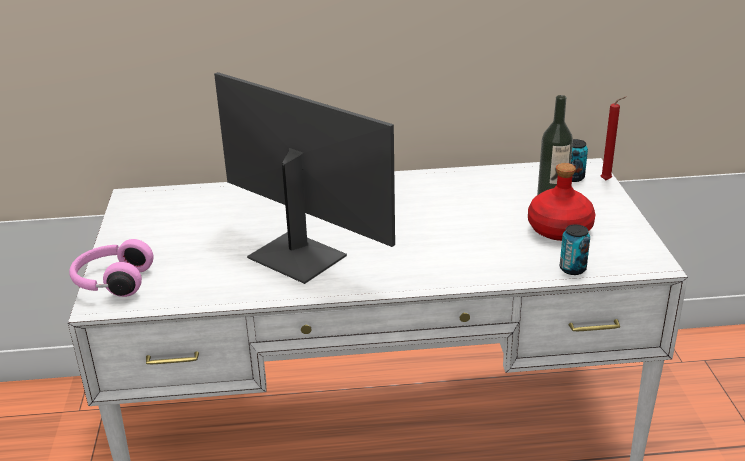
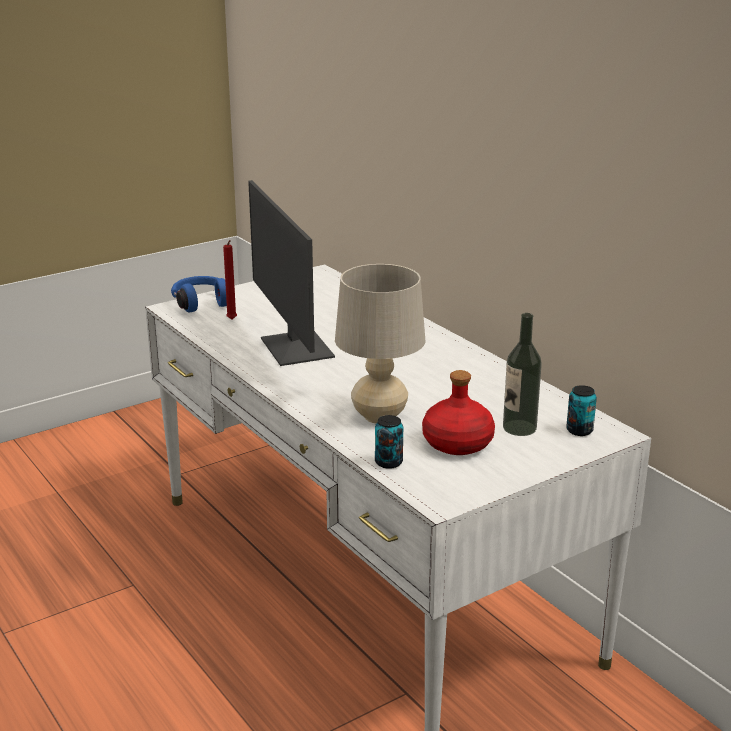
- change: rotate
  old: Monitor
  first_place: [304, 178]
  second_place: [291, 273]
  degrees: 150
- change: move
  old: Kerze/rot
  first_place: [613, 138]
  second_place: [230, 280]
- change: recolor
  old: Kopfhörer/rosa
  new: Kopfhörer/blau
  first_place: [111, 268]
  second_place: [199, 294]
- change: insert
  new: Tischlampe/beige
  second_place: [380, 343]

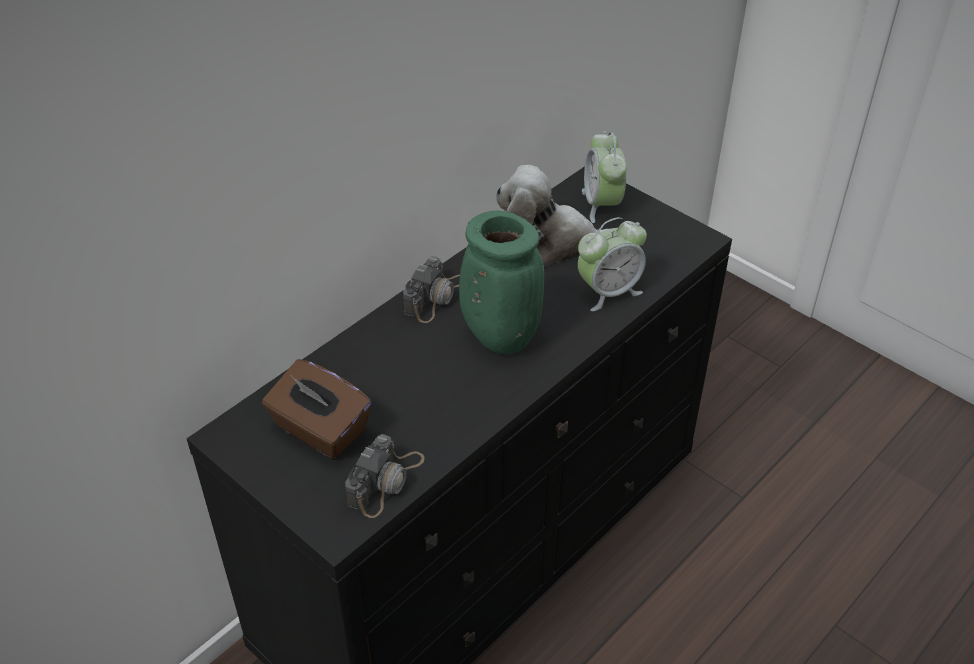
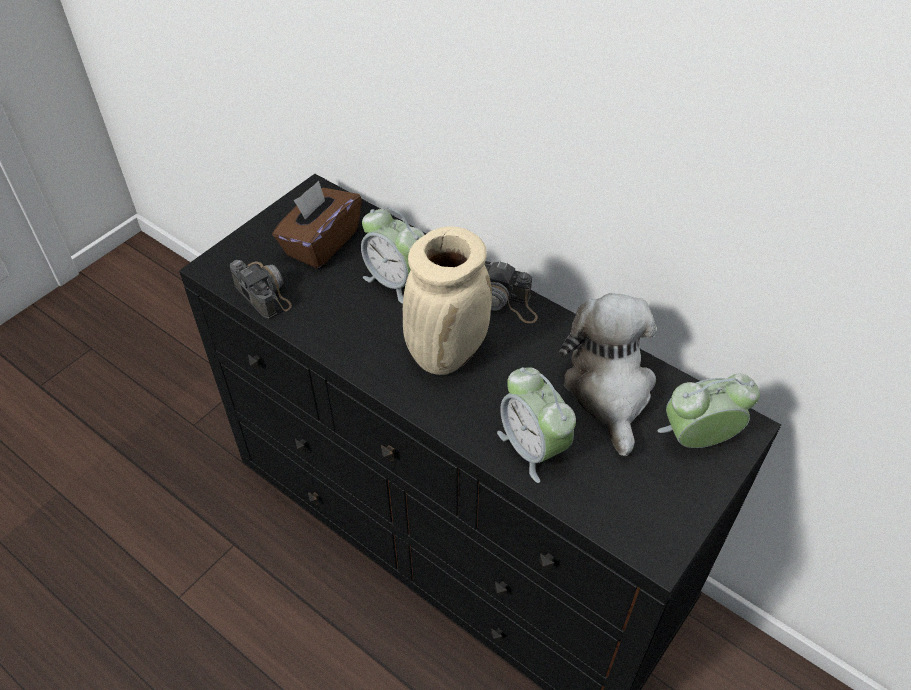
- change: recolor
  old: Vase/grün
  new: Vase/beige
  first_place: [501, 282]
  second_place: [447, 301]
- change: rotate
  old: Kamera
  first_place: [385, 476]
  second_place: [261, 289]
  degrees: -150
- change: insert
  new: Wecker
  second_place: [393, 255]

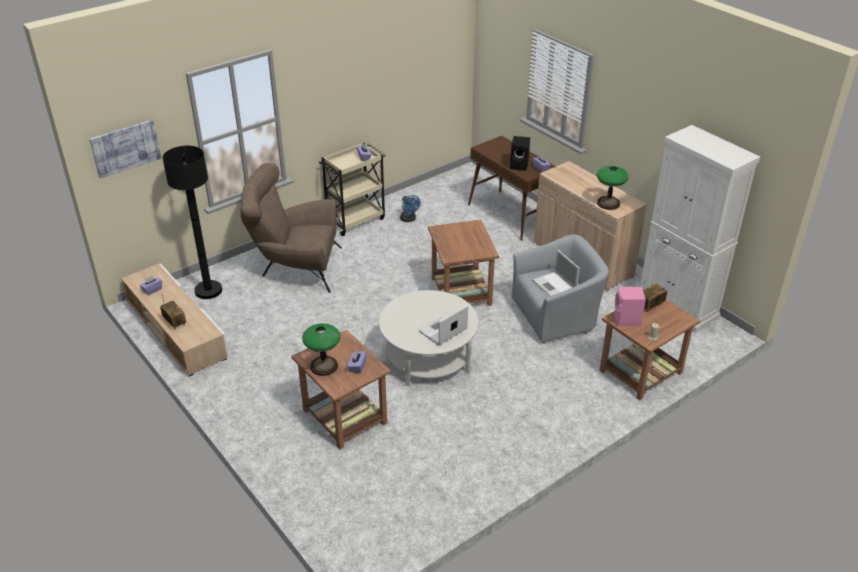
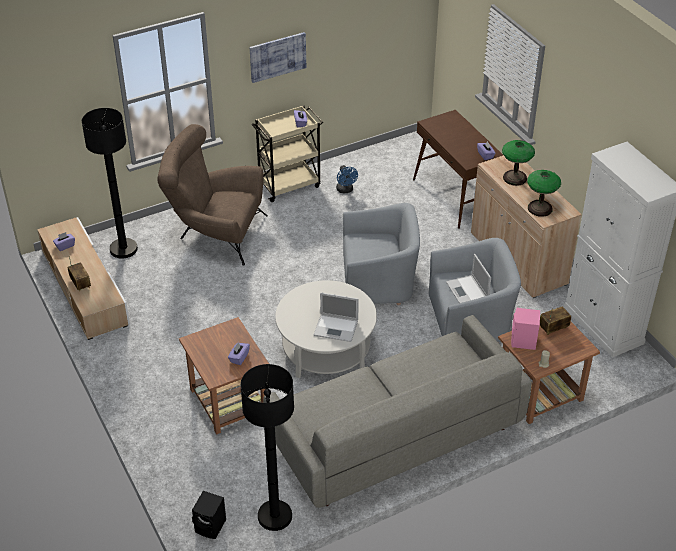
- change: move
  old: Bild
  first_place: [125, 149]
  second_place: [278, 57]
- change: move
  old: Lautsprecher/schwarz
  first_place: [520, 153]
  second_place: [209, 515]
- change: replace
  old: Beistelltisch/braun
  new: Sessel/grau
  first_place: [463, 263]
  second_place: [381, 254]
- change: rotate
  old: Laptop
  first_place: [443, 325]
  second_place: [336, 317]
  degrees: -135
- change: move
  old: Tischlampe
  first_place: [321, 349]
  second_place: [518, 163]
- change: insert
  new: Sofa/grau
  second_place: [397, 411]
- change: insert
  new: Stehlampe/schwarz
  second_place: [267, 447]

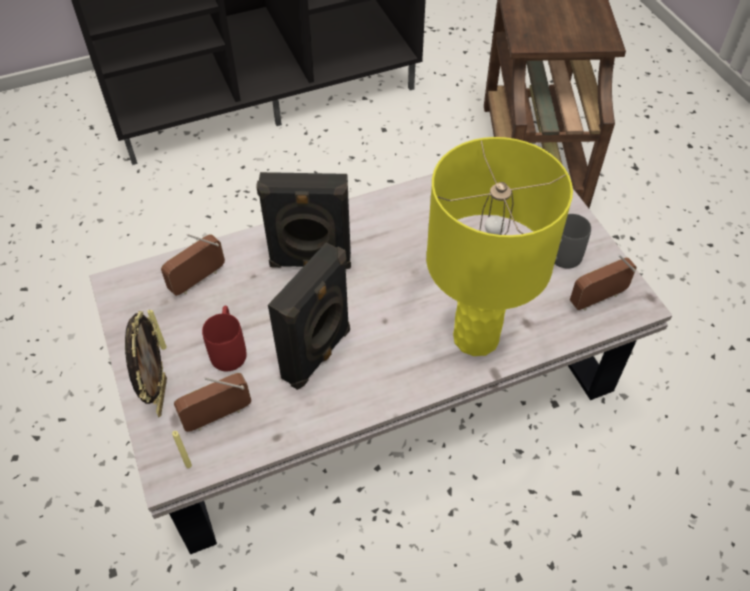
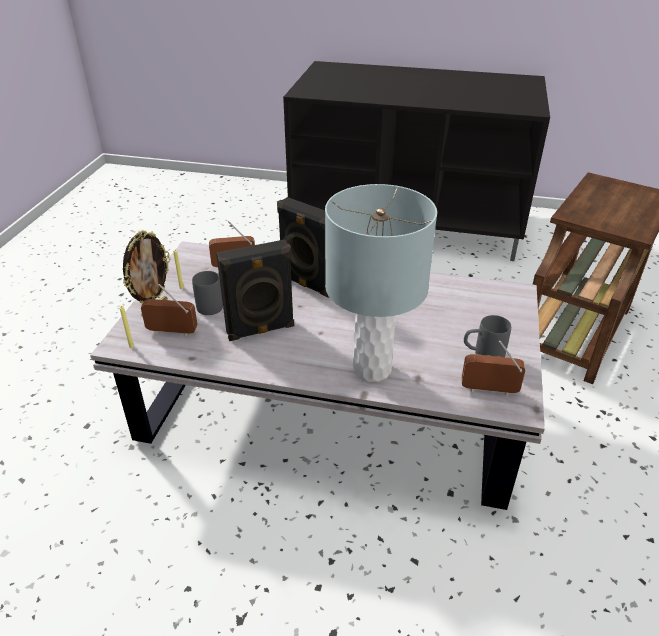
- change: recolor
  old: Tischlampe/gelb
  new: Tischlampe/grau
  first_place: [499, 246]
  second_place: [381, 283]
- change: recolor
  old: Henkelbecher/rot
  new: Henkelbecher/grau
  first_place: [224, 338]
  second_place: [207, 293]

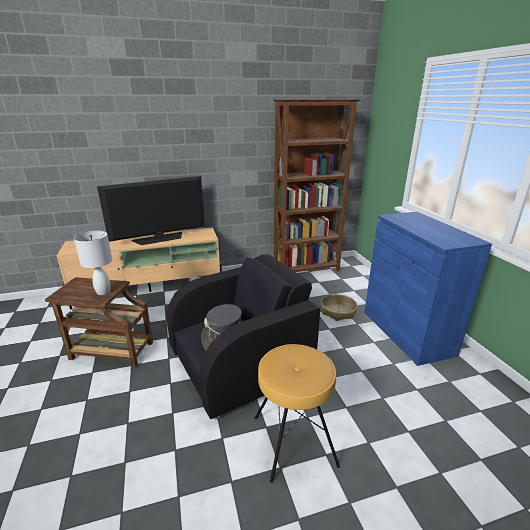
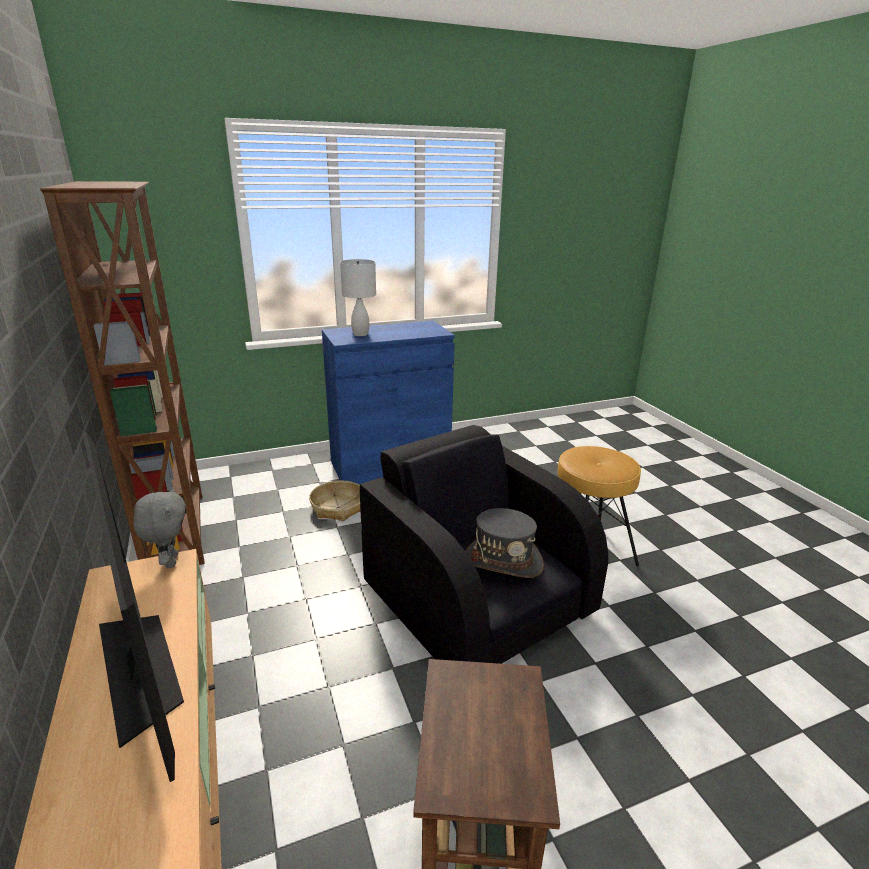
- change: move
  old: Tischlampe/weiß
  first_place: [93, 263]
  second_place: [358, 297]
- change: insert
  new: Plüschtier/grau
  second_place: [160, 527]

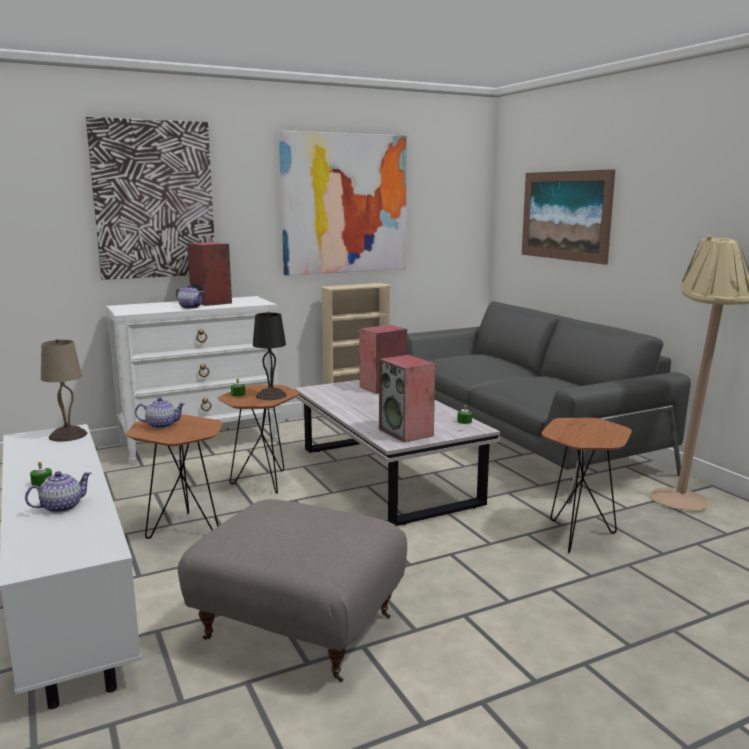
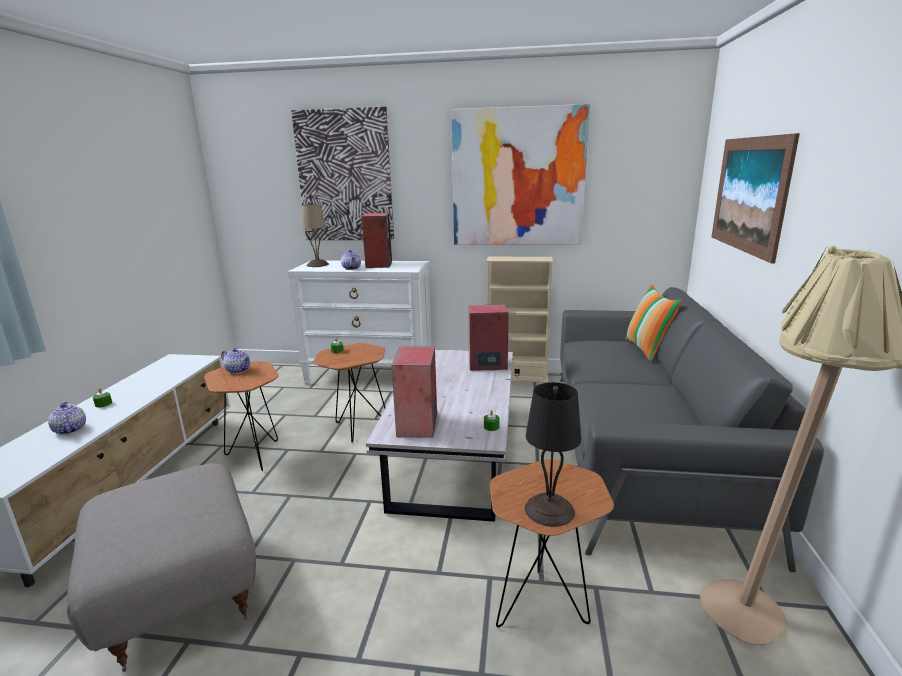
- change: move
  old: Tischlampe/schwarz
  first_place: [270, 355]
  second_place: [553, 454]
- change: move
  old: Tischlampe/beige
  first_place: [64, 390]
  second_place: [315, 235]
- change: rotate
  old: Teekanne
  first_place: [58, 492]
  second_place: [67, 418]
  degrees: -120
- change: insert
  new: Kissen
  second_place: [653, 323]

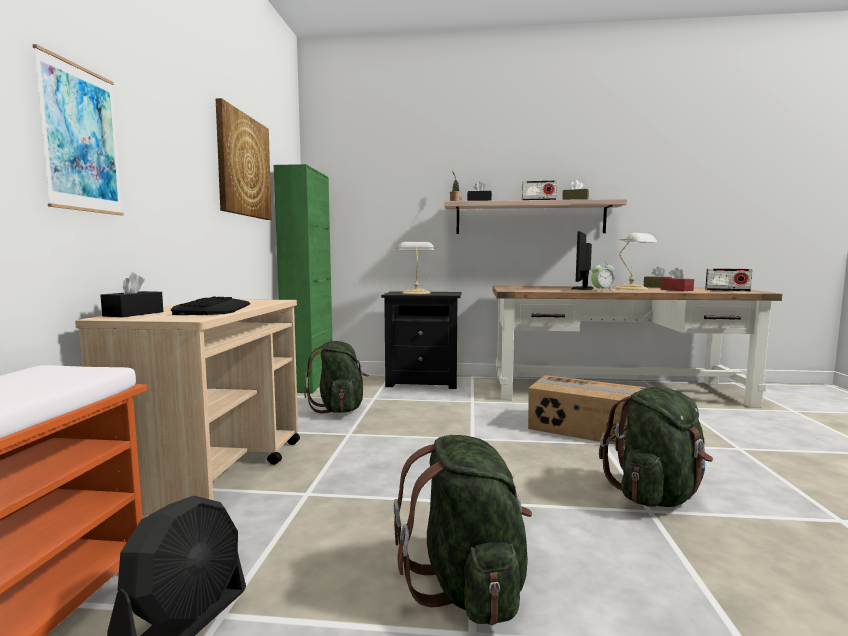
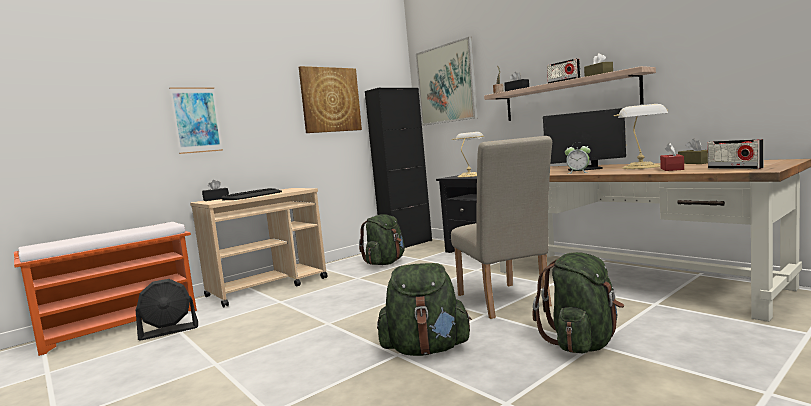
- change: recolor
  old: Schrank/grün
  new: Schrank/schwarz
  first_place: [303, 278]
  second_place: [398, 168]
- change: rotate
  old: Monitor
  first_place: [582, 260]
  second_place: [584, 139]
  degrees: -150
- change: replace
  old: Karton
  new: Stuhl/beige
  first_place: [587, 410]
  second_place: [501, 227]
- change: move
  old: Rucksack/grün
  first_place: [463, 530]
  second_place: [578, 302]
- change: insert
  new: Bild
  second_place: [447, 81]

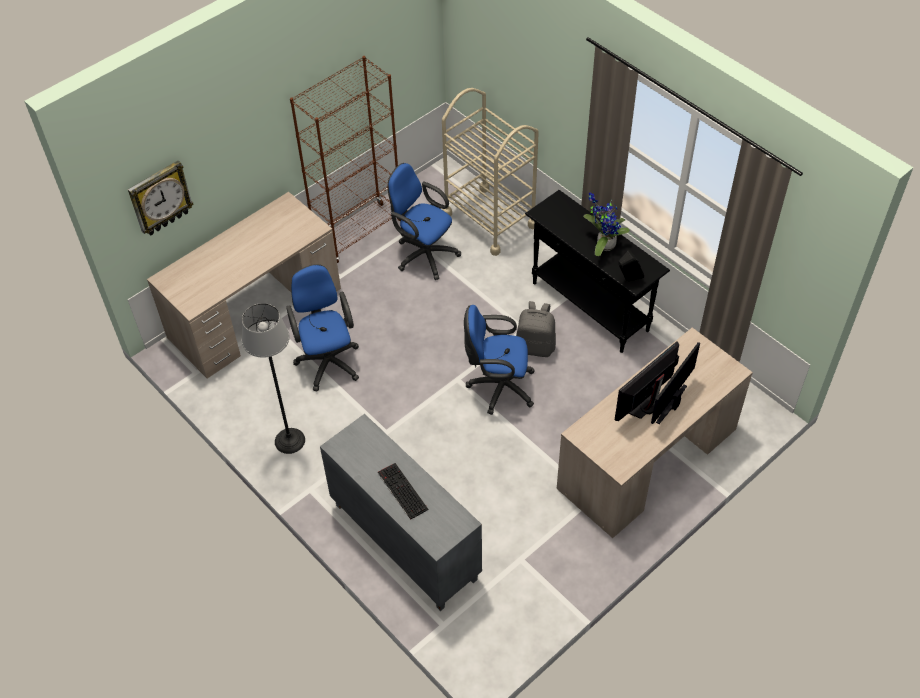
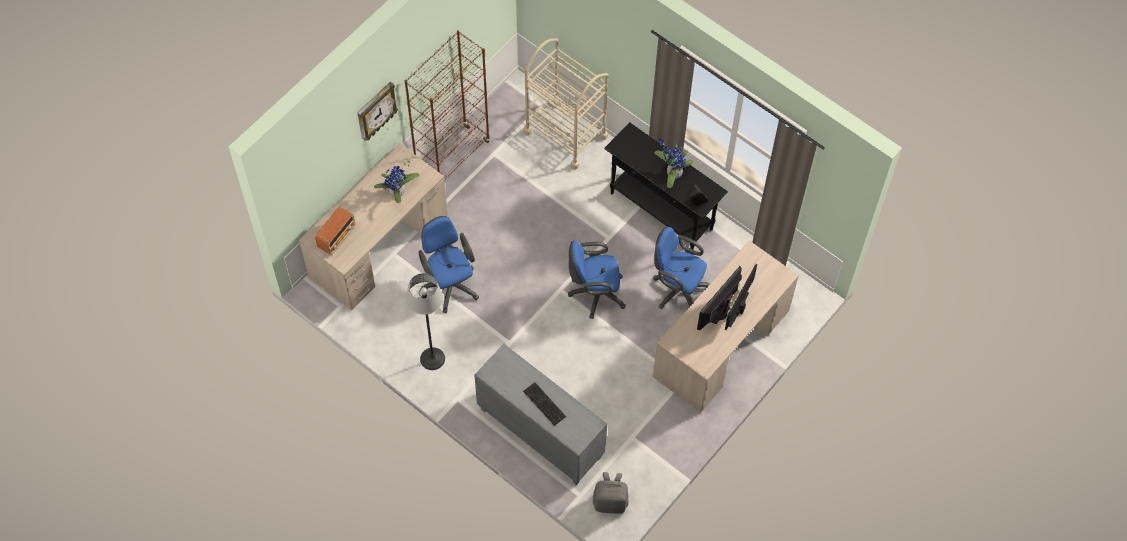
- change: move
  old: Wanduhr
  first_place: [161, 197]
  second_place: [377, 111]
- change: move
  old: Bürostuhl/blau
  first_place: [424, 221]
  second_place: [681, 268]
- change: move
  old: Rucksack/grau
  first_place: [536, 329]
  second_place: [610, 493]
- change: insert
  new: Topfpflanze
  second_place: [397, 181]
- change: insert
  new: Radio
  second_place: [335, 231]

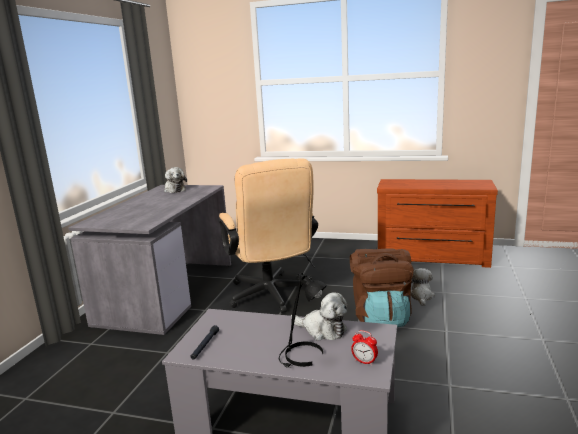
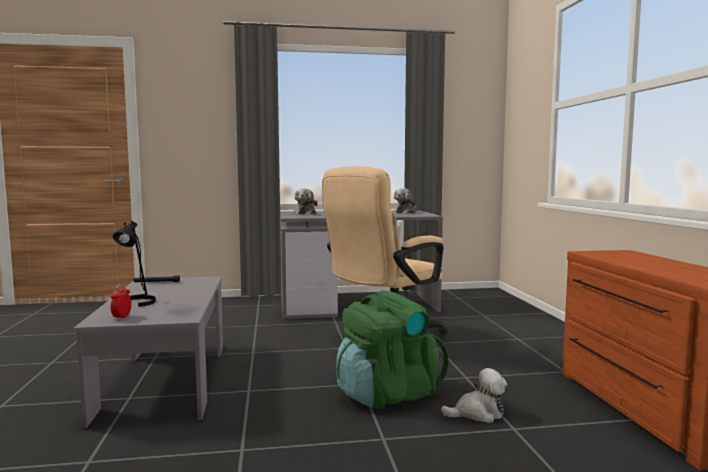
- change: recolor
  old: Rucksack/braun
  new: Rucksack/grün
  first_place: [382, 288]
  second_place: [392, 349]
- change: move
  old: Plüschtier
  first_place: [319, 316]
  second_place: [305, 202]

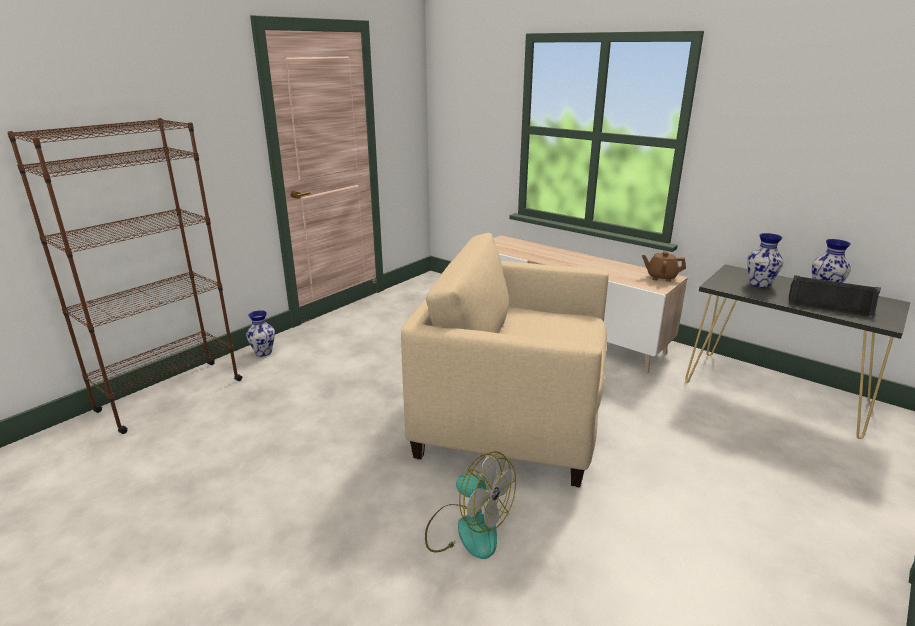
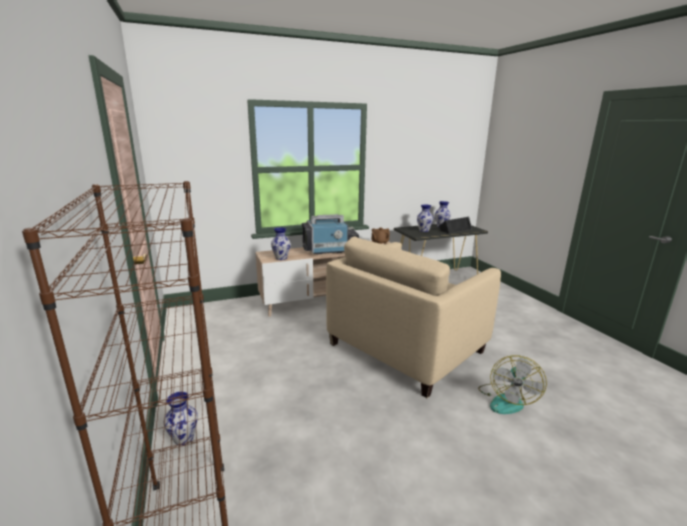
- change: rotate
  old: Ventilator
  first_place: [470, 505]
  second_place: [512, 384]
  degrees: 135
- change: insert
  new: Fernseher
  second_place: [330, 234]
- change: insert
  new: Vase
  second_place: [281, 243]

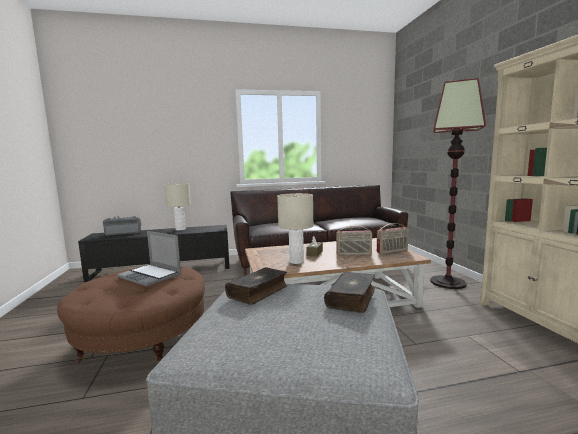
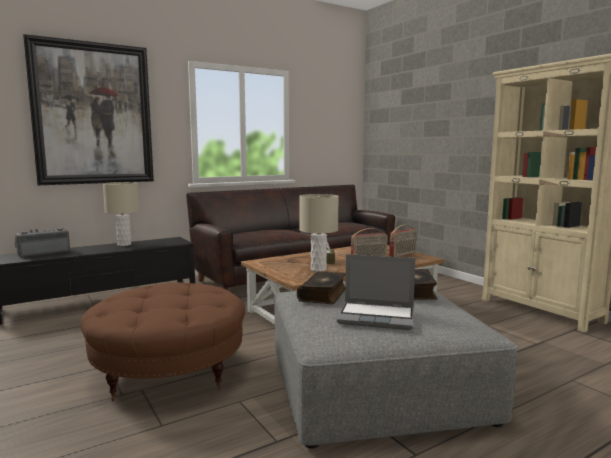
- change: delete
  old: Stehlampe
  first_place: [458, 183]
- change: move
  old: Laptop
  first_place: [149, 259]
  second_place: [376, 292]
- change: insert
  new: Bild
  second_place: [88, 109]

